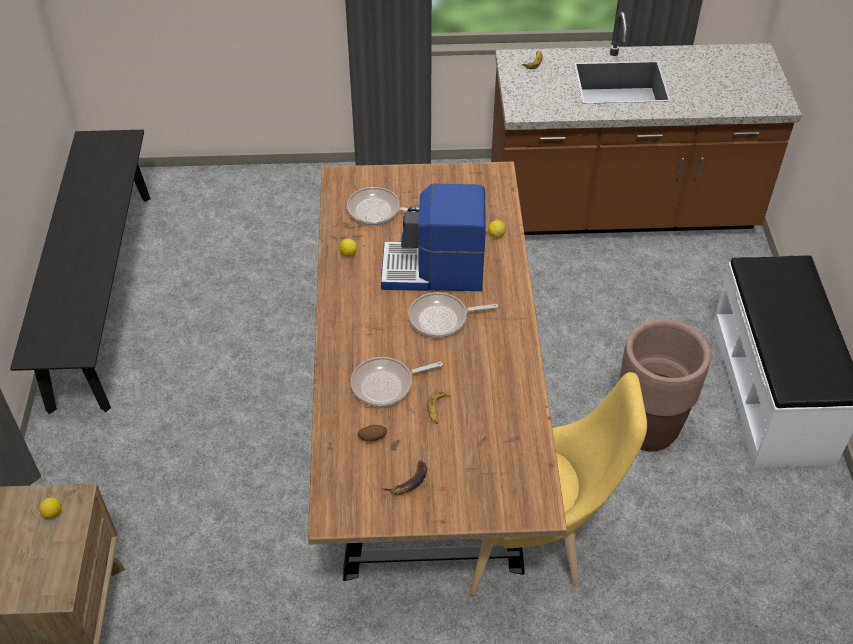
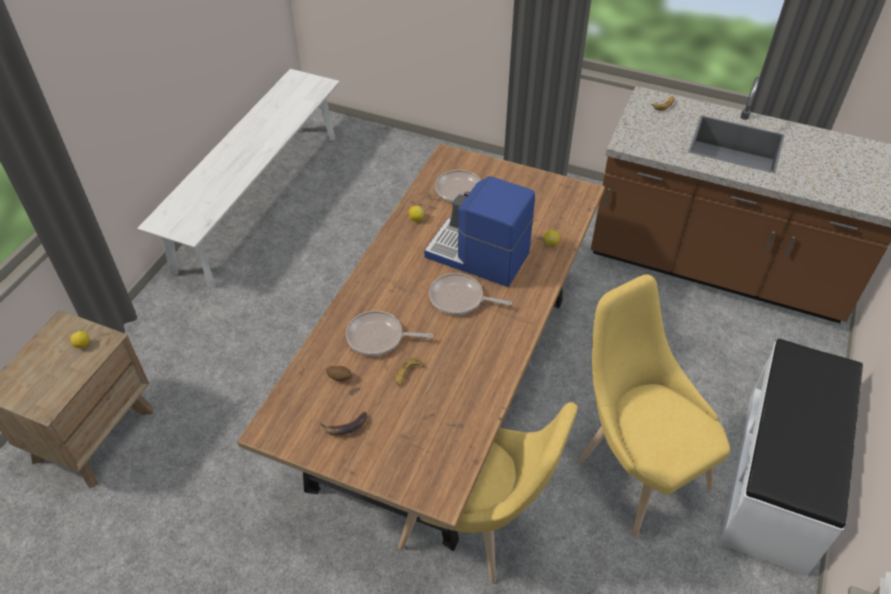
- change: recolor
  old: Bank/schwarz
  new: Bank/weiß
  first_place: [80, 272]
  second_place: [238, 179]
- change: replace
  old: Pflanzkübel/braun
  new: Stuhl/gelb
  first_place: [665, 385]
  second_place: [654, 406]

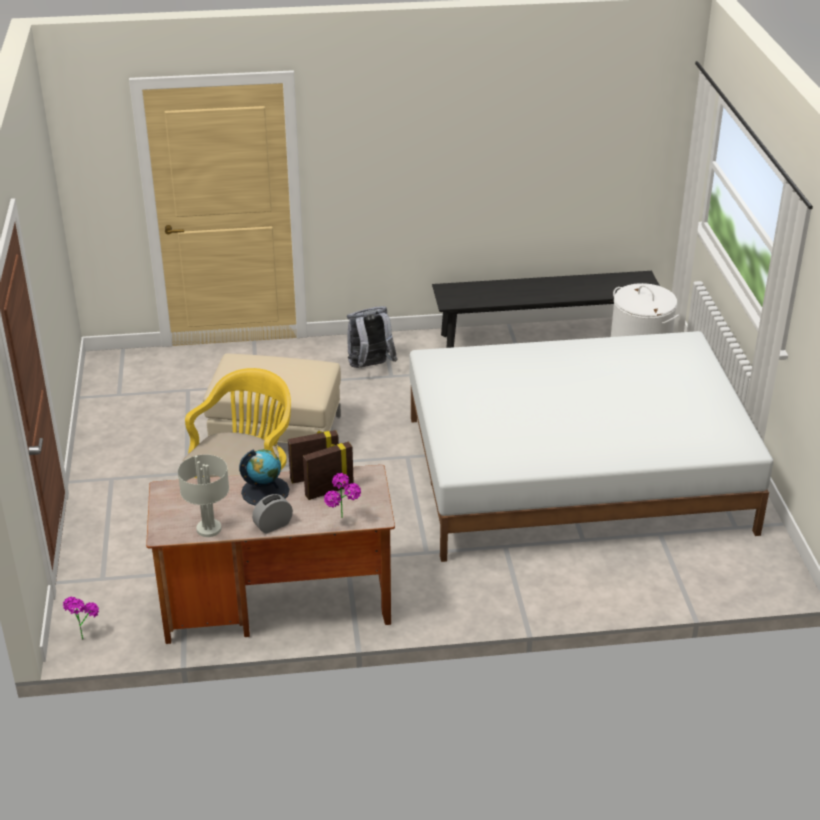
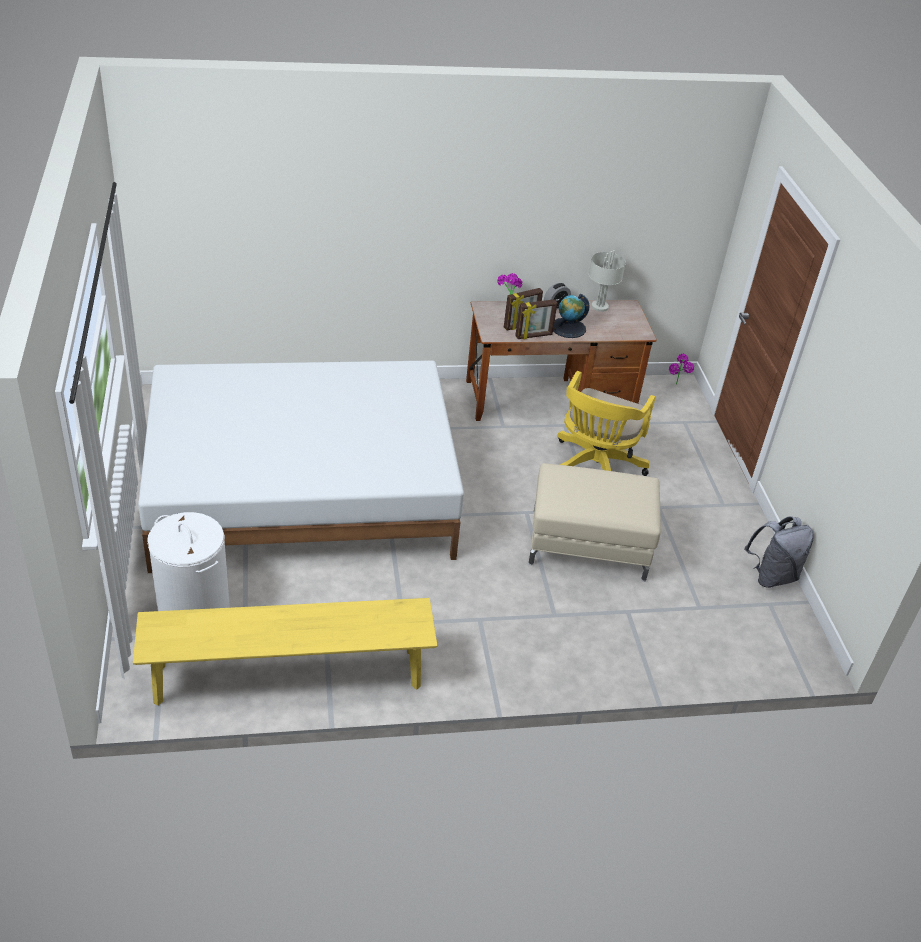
- change: recolor
  old: Bank/schwarz
  new: Bank/gelb
  first_place: [546, 309]
  second_place: [285, 652]
- change: move
  old: Rucksack/grau
  first_place: [372, 337]
  second_place: [779, 552]

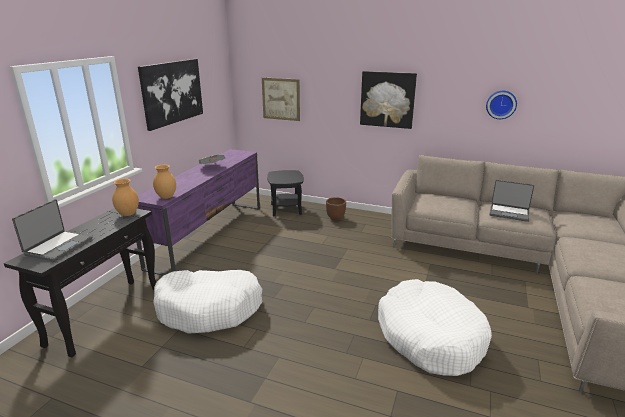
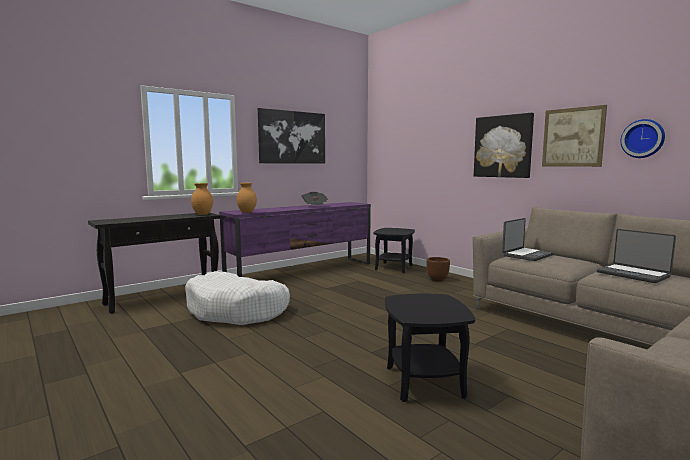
- change: move
  old: Bild
  first_place: [281, 99]
  second_place: [574, 136]
- change: move
  old: Laptop
  first_place: [52, 230]
  second_place: [528, 239]
- change: replace
  old: Hundebett/weiß
  new: Beistelltisch/schwarz
  first_place: [435, 327]
  second_place: [430, 348]

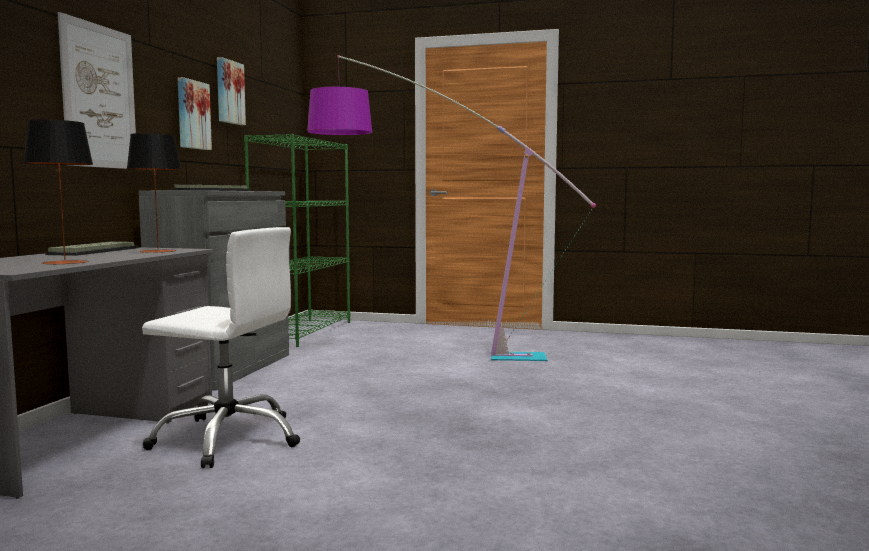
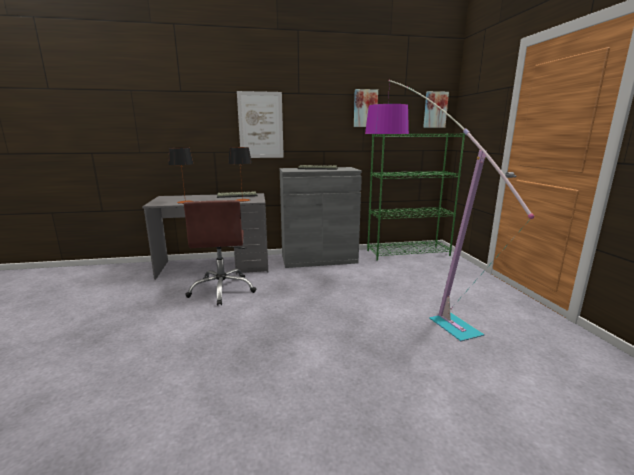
- change: move
  old: Bild
  first_place: [195, 113]
  second_place: [436, 109]
- change: recolor
  old: Bürostuhl/weiß
  new: Bürostuhl/braun
  first_place: [221, 347]
  second_place: [220, 253]

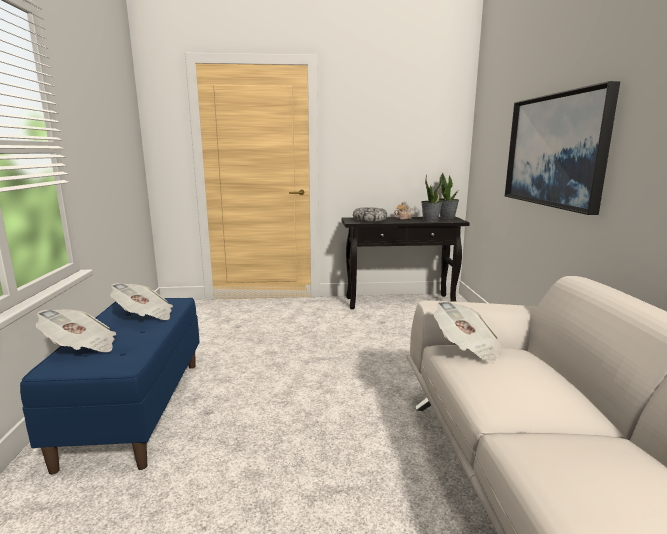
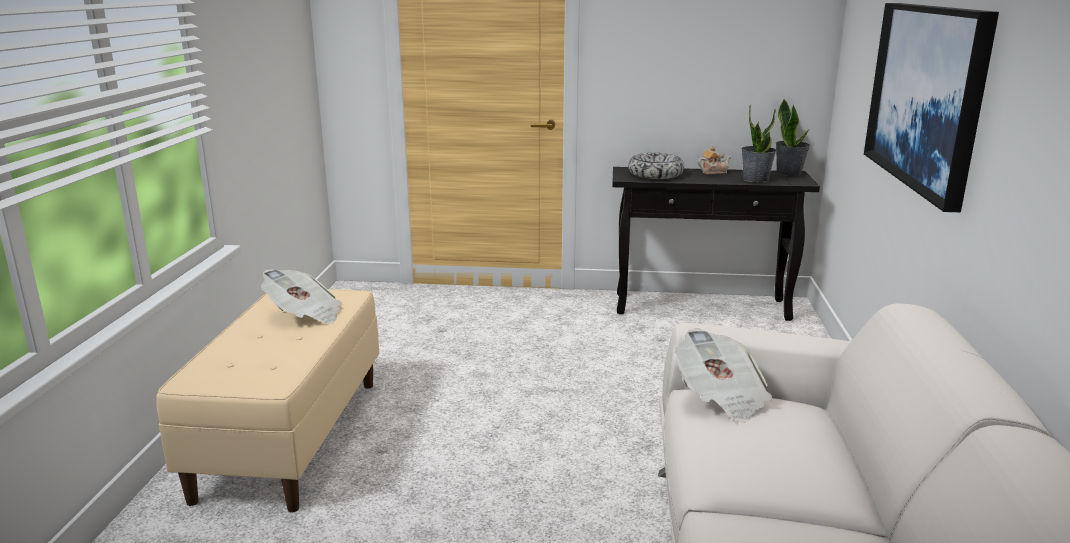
- change: recolor
  old: Bank/blau
  new: Bank/beige
  first_place: [110, 386]
  second_place: [267, 400]
- change: delete
  old: Zeitung
  first_place: [75, 330]

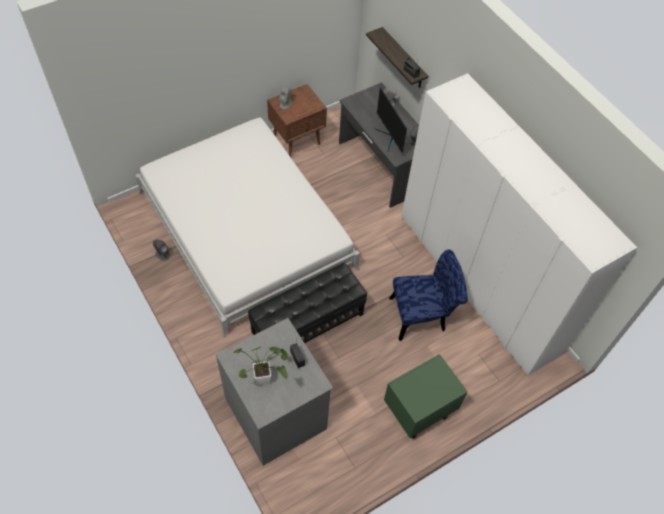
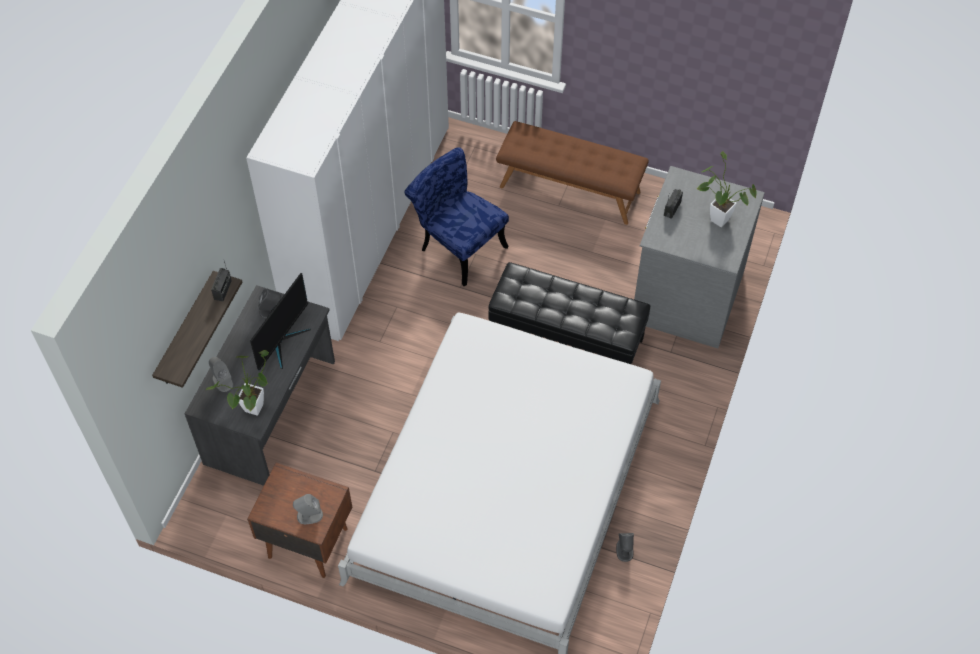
- change: replace
  old: Nachttisch/grün
  new: Bank/braun
  first_place: [426, 396]
  second_place: [572, 173]
- change: insert
  new: Topfpflanze
  second_place: [237, 383]

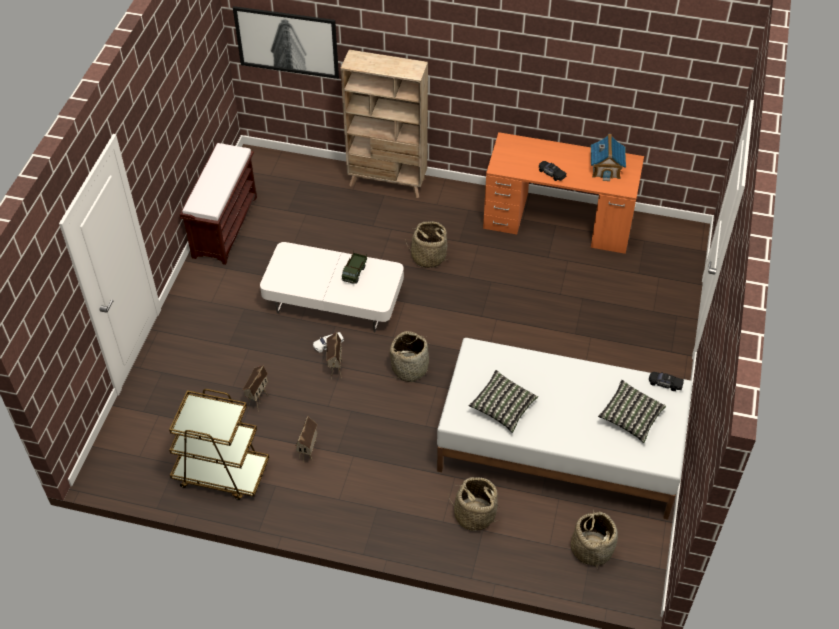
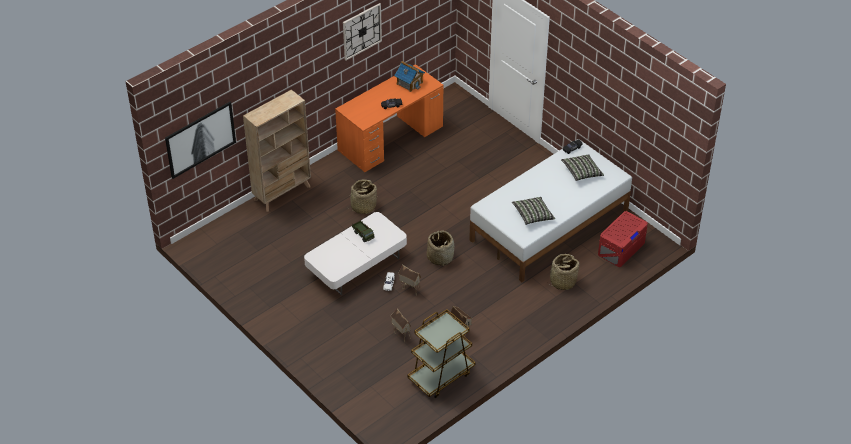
- change: delete
  old: Bank/braun
  first_place: [218, 204]
- change: replace
  old: Korb
  new: Aufbewahrungsbox/rot
  first_place: [594, 539]
  second_place: [623, 239]
- change: insert
  new: Wanduhr
  second_place: [362, 31]

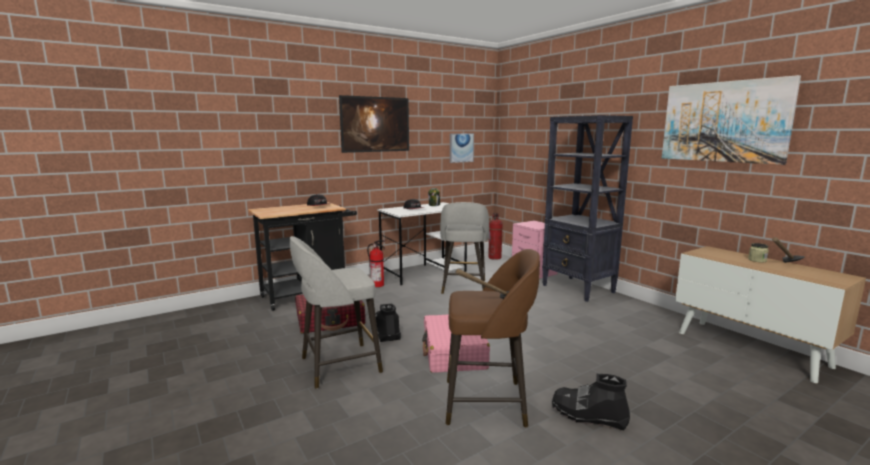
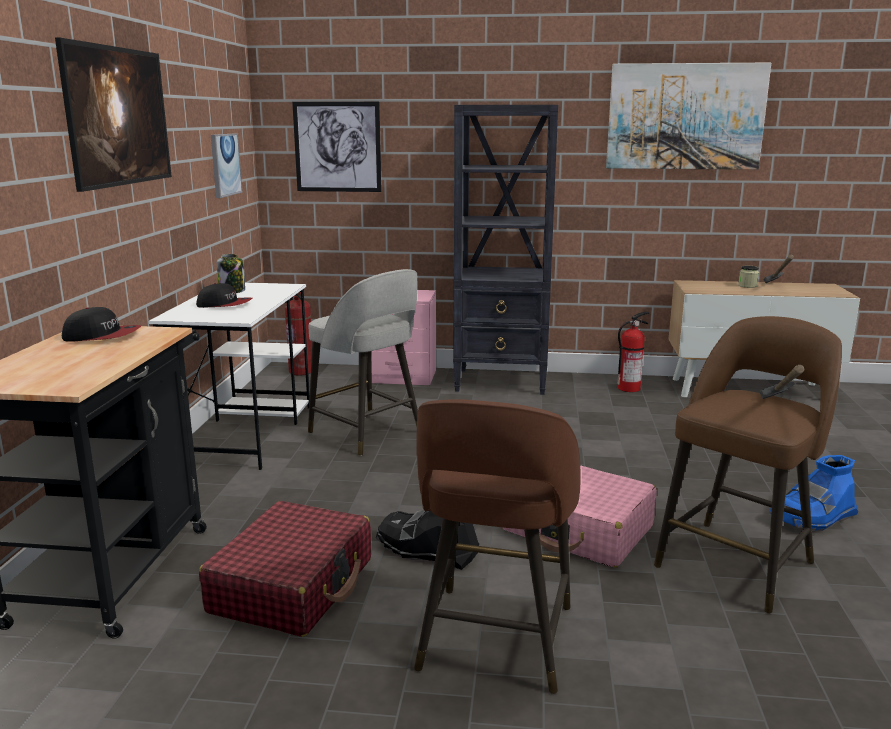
- change: recolor
  old: Hocker/grau
  new: Hocker/braun
  first_place: [336, 312]
  second_place: [497, 546]
- change: move
  old: Feuerlöscher
  first_place: [376, 263]
  second_place: [633, 351]
- change: recolor
  old: Stiefel/schwarz
  new: Stiefel/blau
  first_place: [591, 402]
  second_place: [813, 493]
- change: insert
  new: Bild
  second_place: [337, 147]

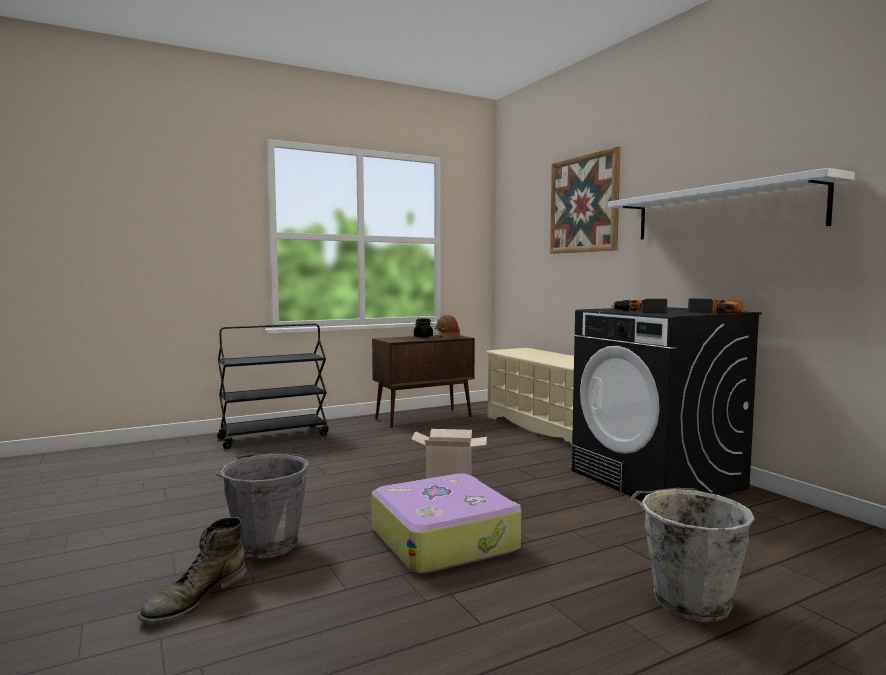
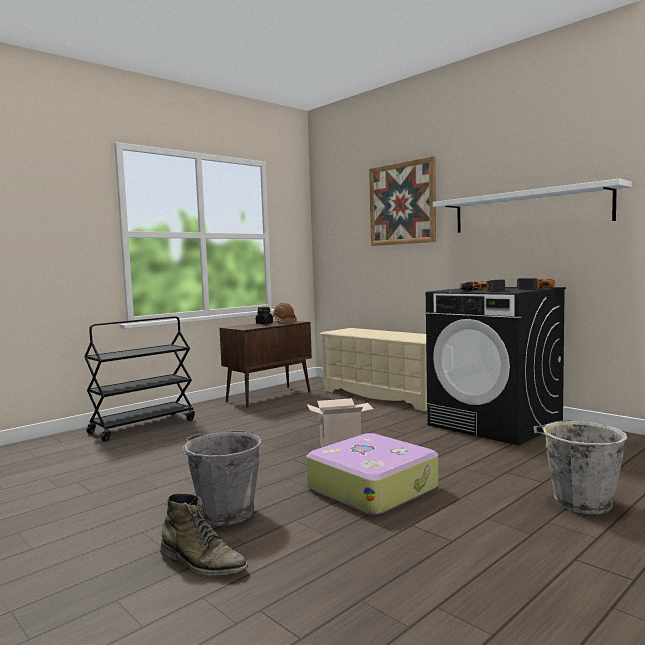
- change: rotate
  old: Stiefel/grün
  first_place: [192, 570]
  second_place: [204, 534]
  degrees: -75

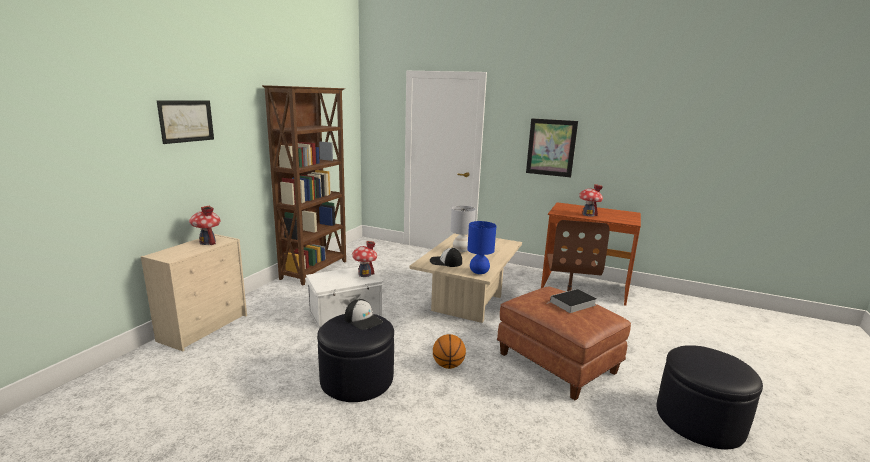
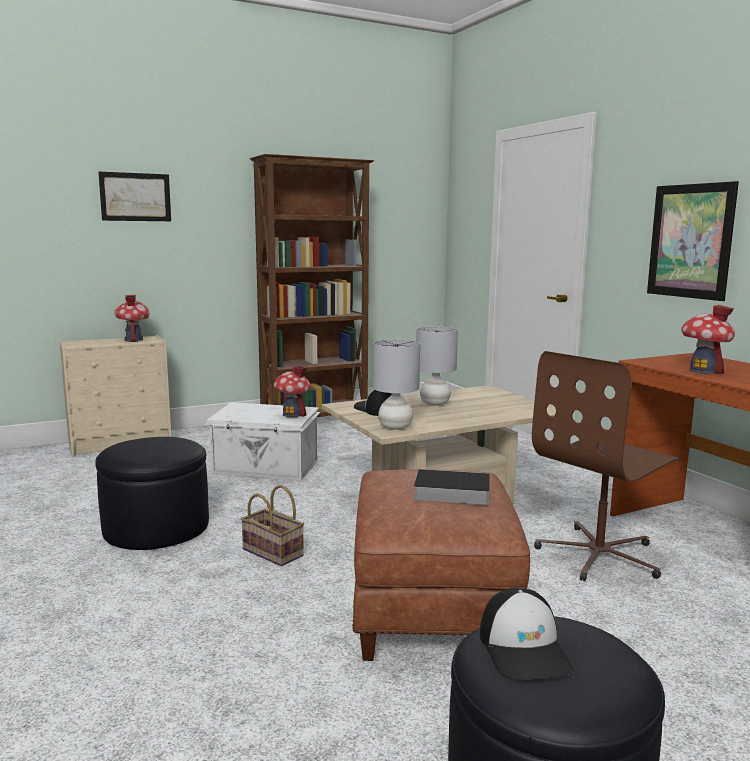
- change: recolor
  old: Tischlampe/blau
  new: Tischlampe/grau
  first_place: [481, 247]
  second_place: [396, 384]
- change: move
  old: Kappe
  first_place: [364, 314]
  second_place: [527, 634]
- change: replace
  old: Basketball
  new: Korb
  first_place: [449, 351]
  second_place: [272, 525]

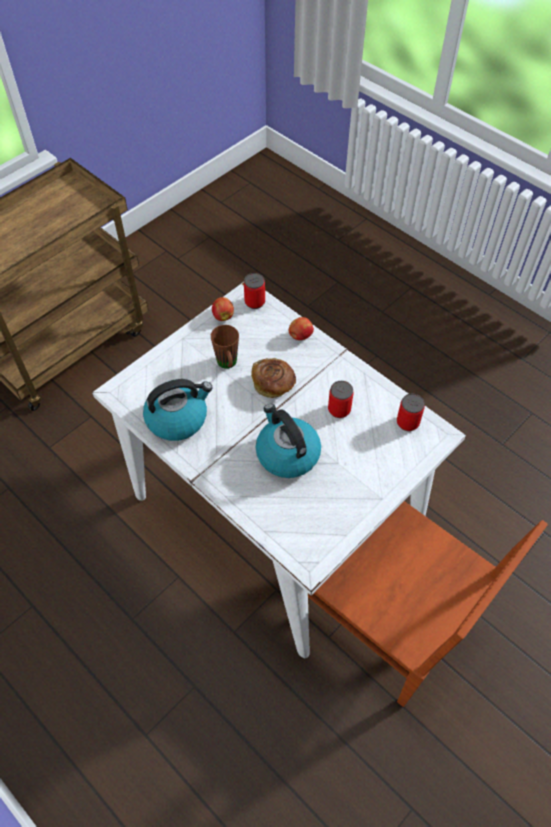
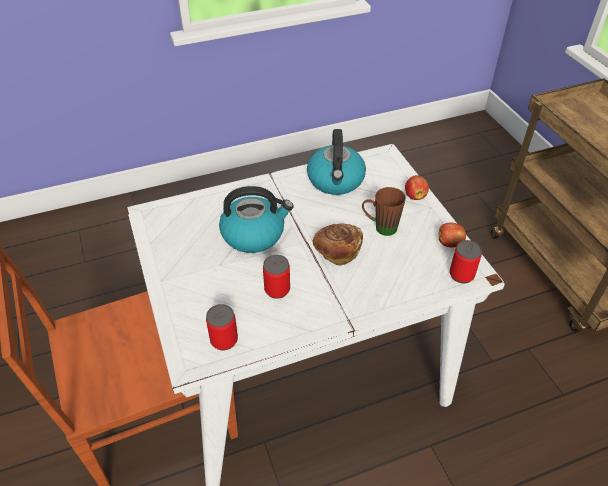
- change: move
  old: Apfel
  first_place: [301, 328]
  second_place: [417, 187]

